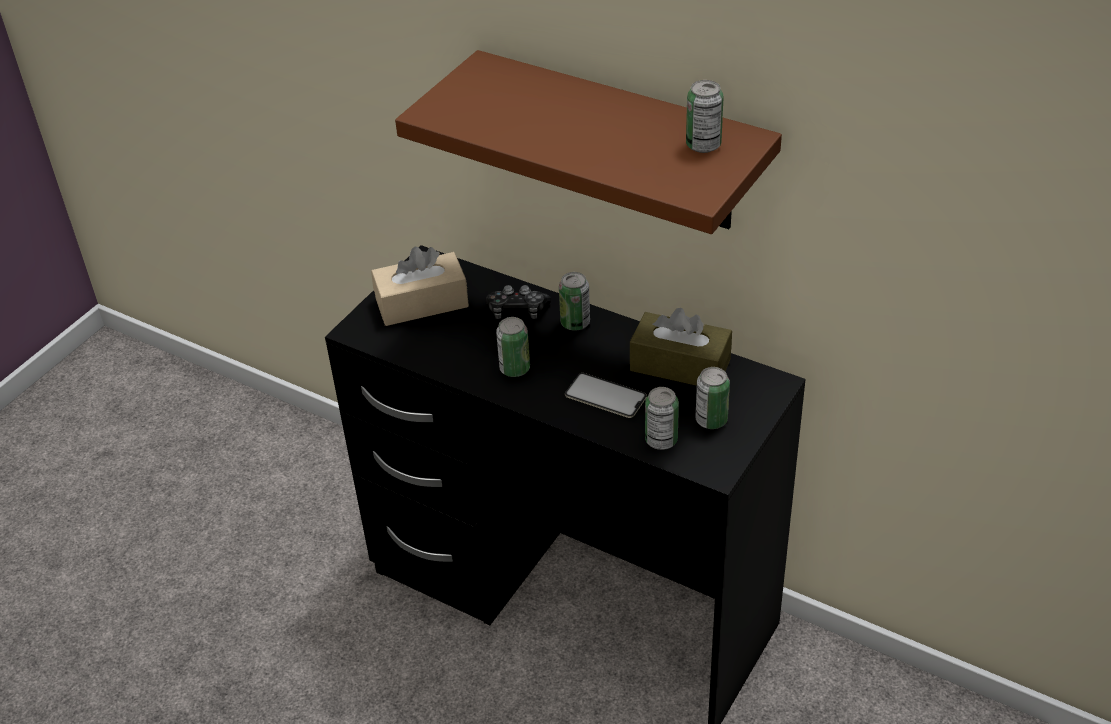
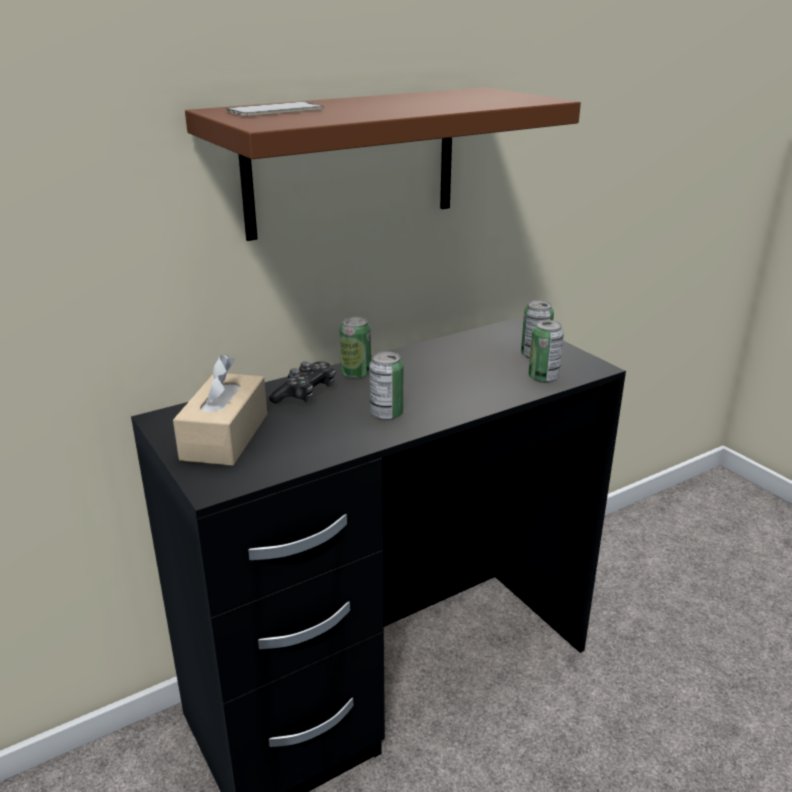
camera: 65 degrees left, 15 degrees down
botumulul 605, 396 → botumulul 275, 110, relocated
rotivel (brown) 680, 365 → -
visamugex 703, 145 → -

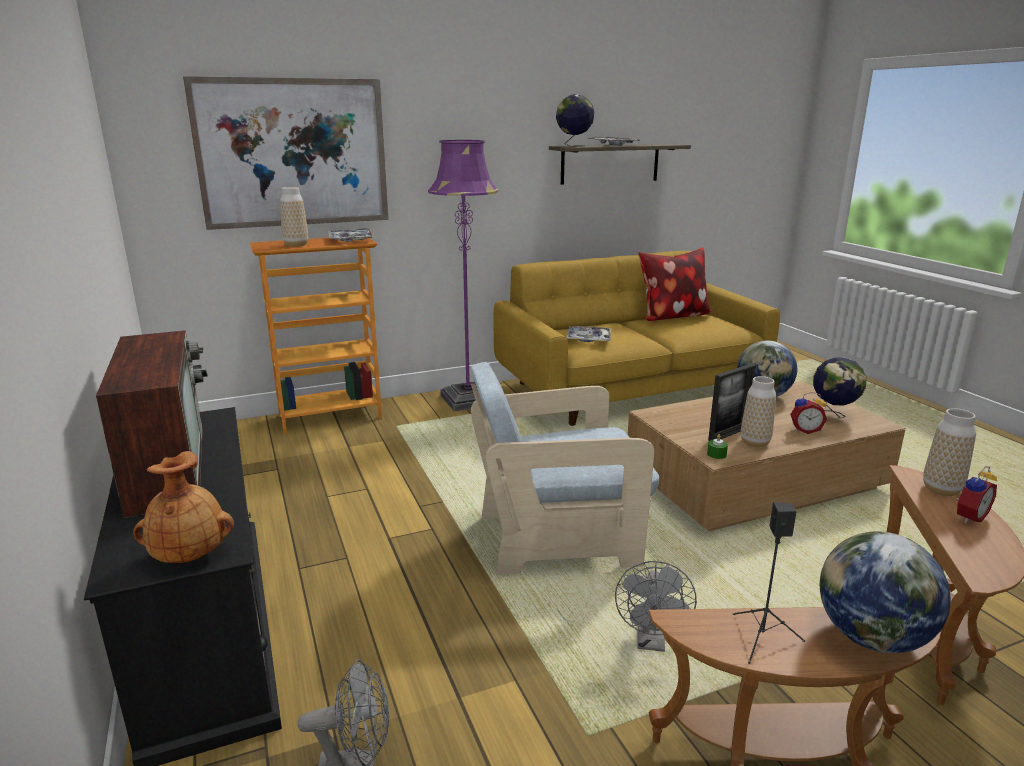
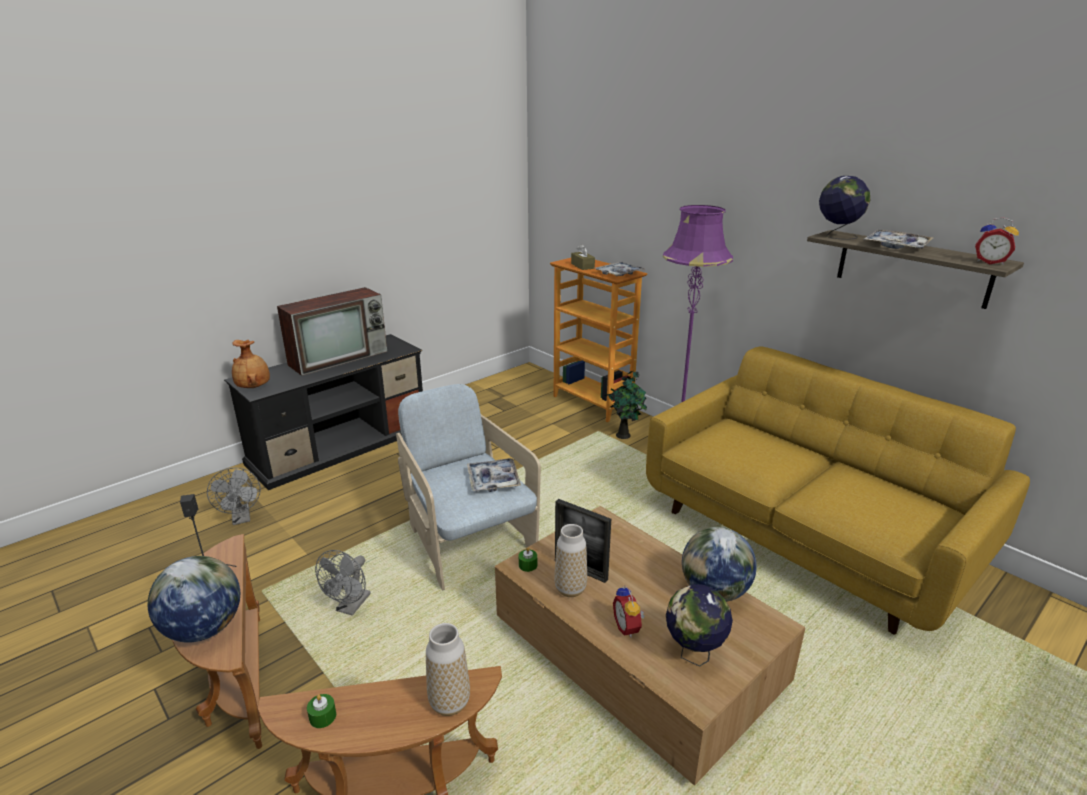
camera: 70 degrees right, 5 degrees up
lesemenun 293, 153 → -
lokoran 296, 245 → rotivel (brown) 582, 266
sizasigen 588, 339 → sizasigen 493, 480, relocated
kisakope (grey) 651, 642 → kisakope (grey) 350, 607, 60 degrees counterclockwise
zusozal 672, 317 → -
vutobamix 968, 517 → vutobamix 990, 262, relocated
- → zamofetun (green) 322, 716
- → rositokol 624, 435

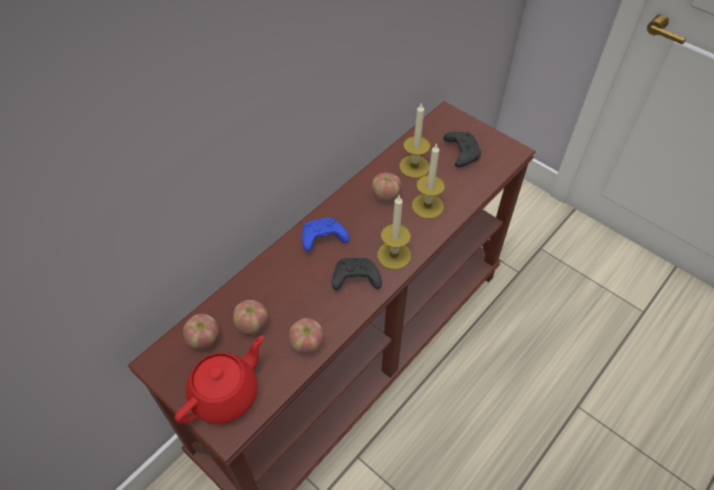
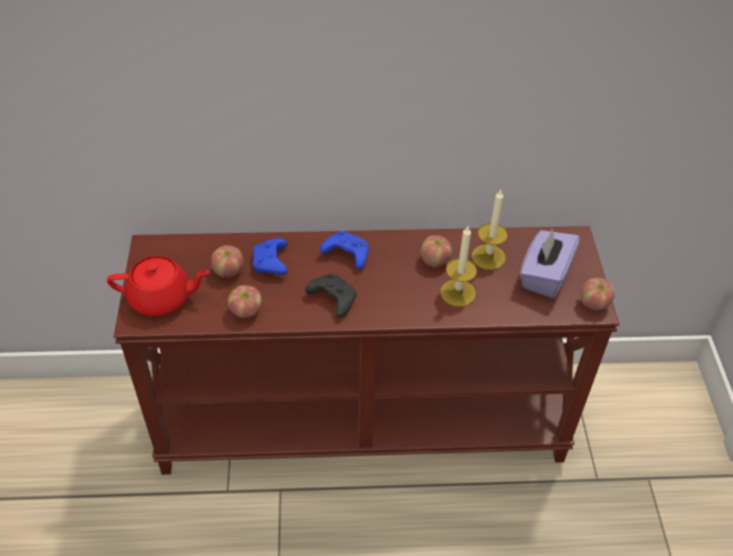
camera: 45 degrees right, 5 degrees down
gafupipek 204, 339 → gafupipek 594, 304, relocated
zamofetun 394, 255 → -
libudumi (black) 461, 153 → rotivel (purple) 544, 276
- → libudumi (blue) 271, 263

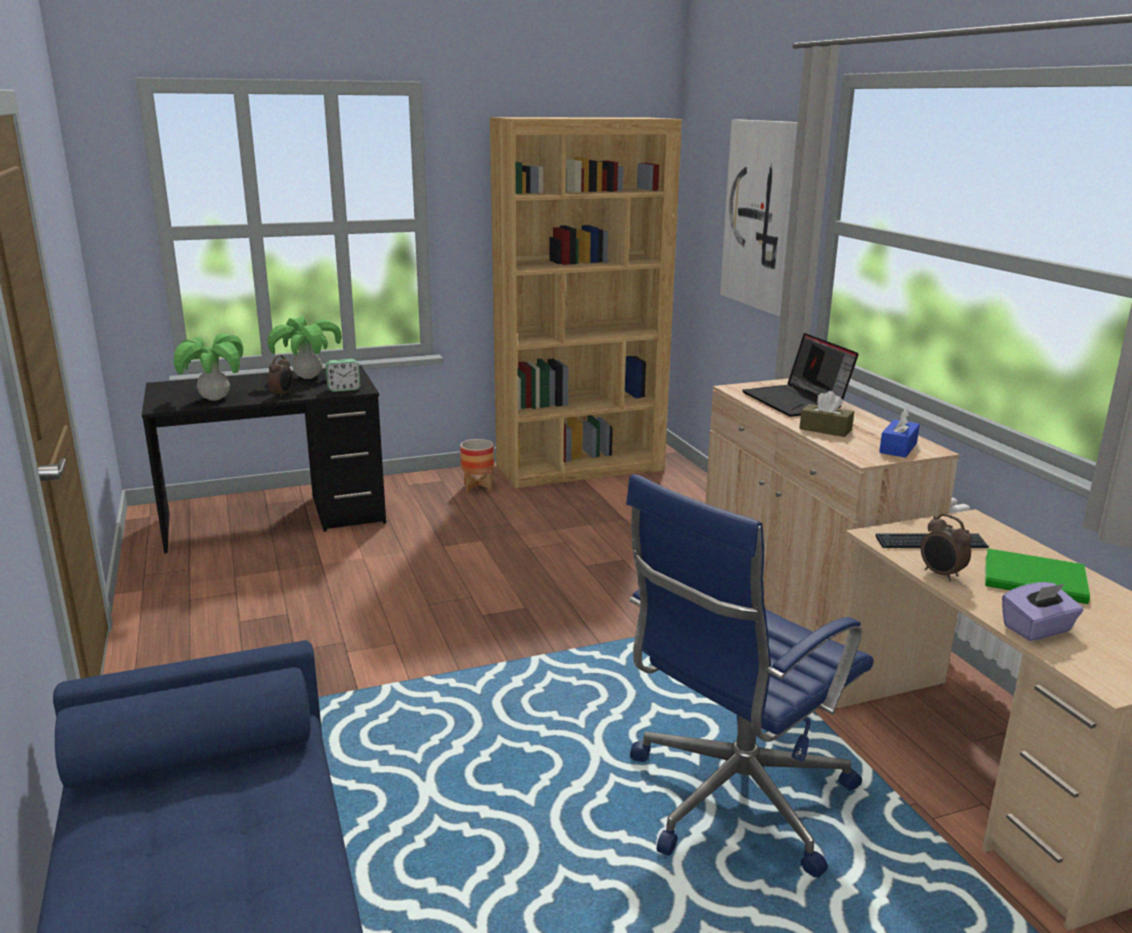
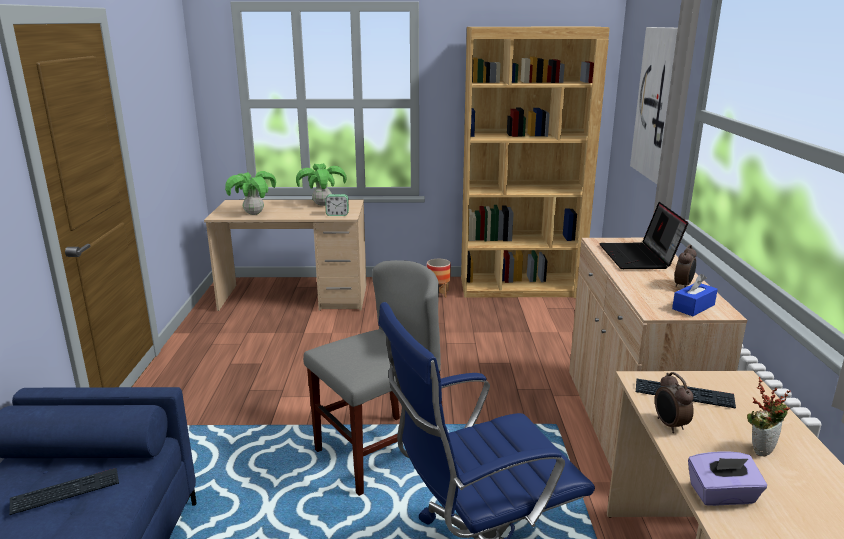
camera: 20 degrees right, 0 degrees up
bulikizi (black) 275, 519 → bulikizi (beige) 295, 298
vutobamix 282, 395 → vutobamix 683, 285, relocated
rotivel (brown) 825, 429 → -
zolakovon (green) 1037, 581 → rositokol 760, 448
- → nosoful 66, 492
- → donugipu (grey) 379, 453

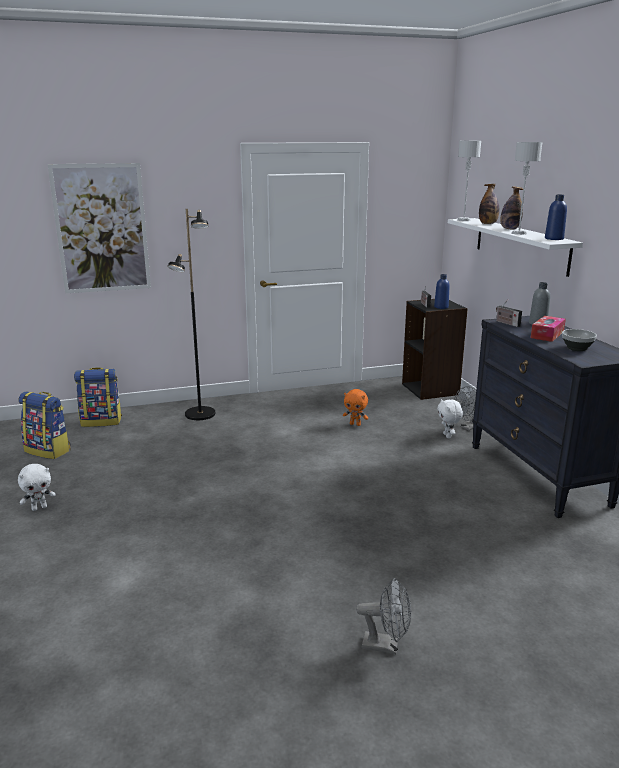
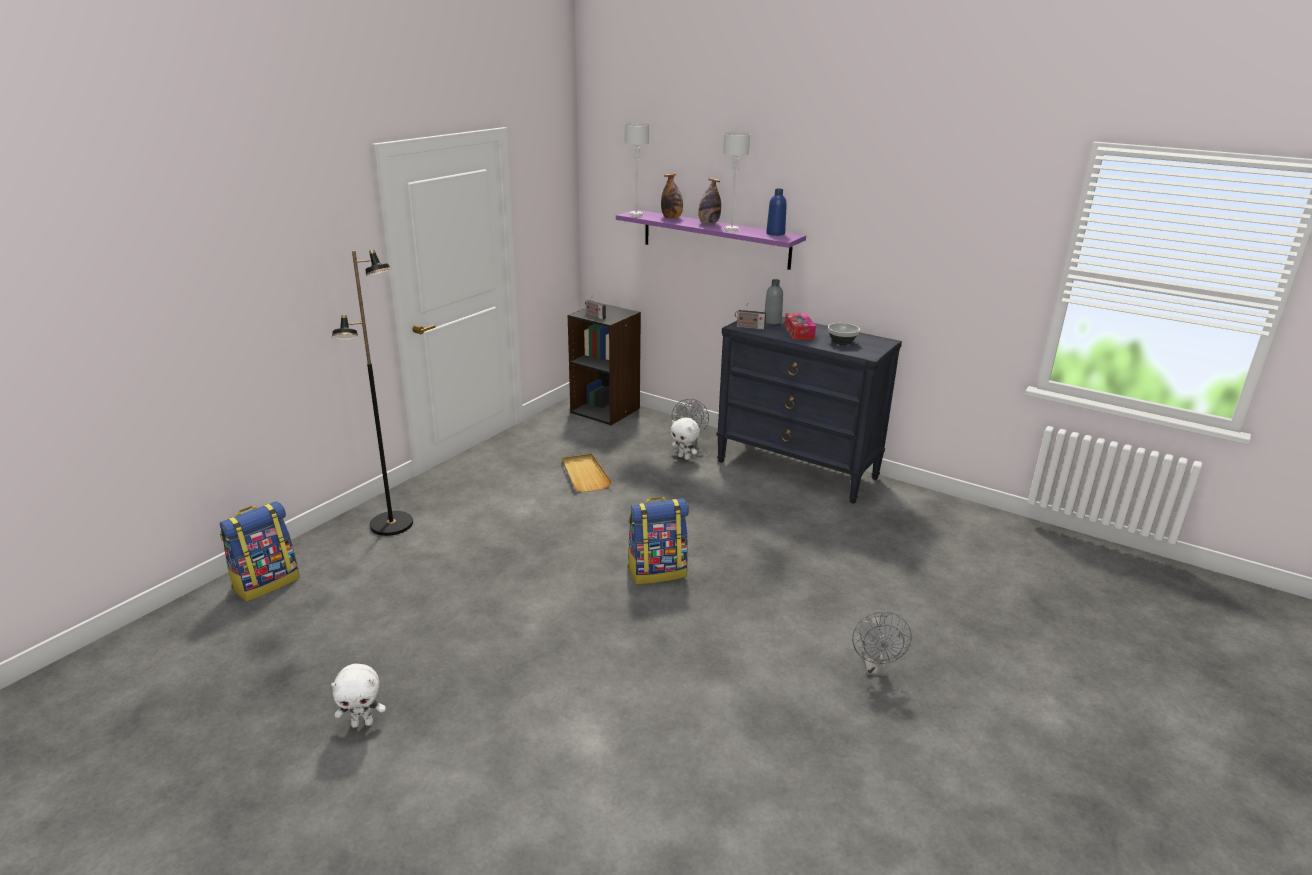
camera: 40 degrees left, 5 degrees up
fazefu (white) 39, 508 → fazefu (white) 363, 723, 60 degrees clockwise
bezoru 48, 451 → bezoru 657, 571, relocated
lesemenun 101, 229 → -
fazefu (orange) 355, 424 → sizasigen (beige) 585, 475
kisakope (grey) 386, 645 → kisakope (grey) 875, 669, 120 degrees clockwise
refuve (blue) 441, 307 → -
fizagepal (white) 520, 245 → fizagepal (purple) 715, 239

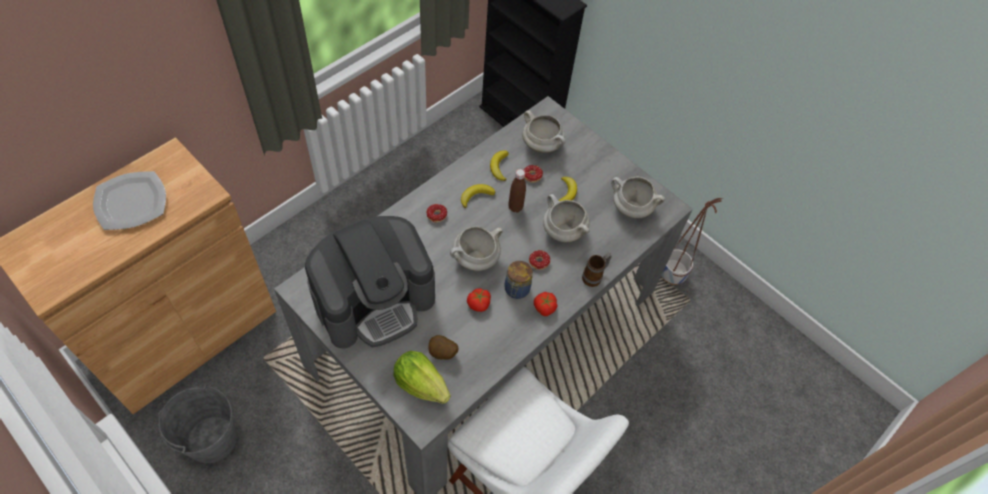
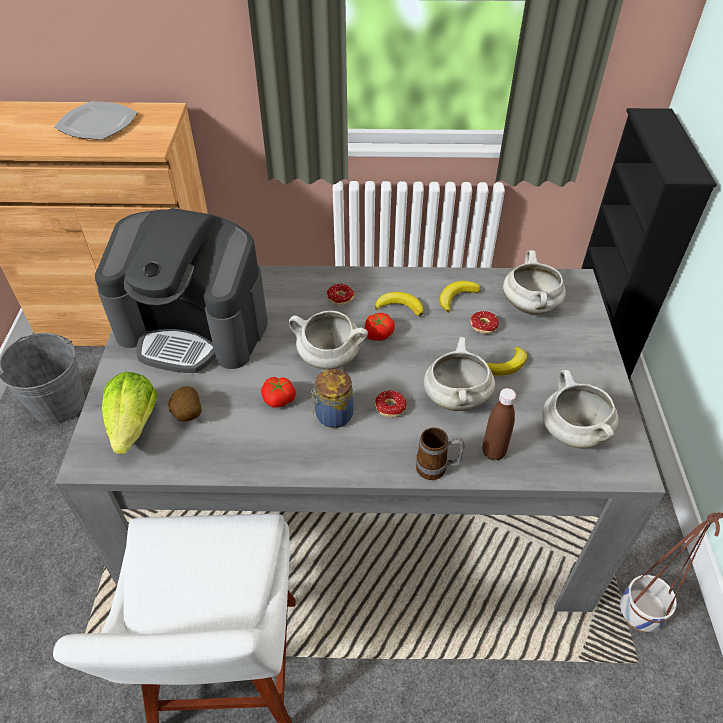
camera: 50 degrees right, 10 degrees down
refuve (brown) 515, 207 → refuve (brown) 493, 452, relocated
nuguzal 544, 307 → nuguzal 378, 334, relocated

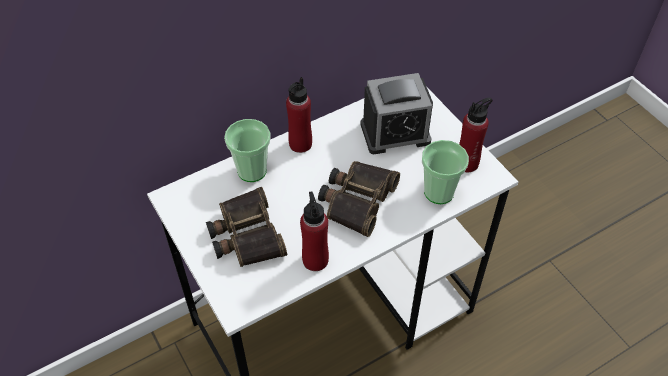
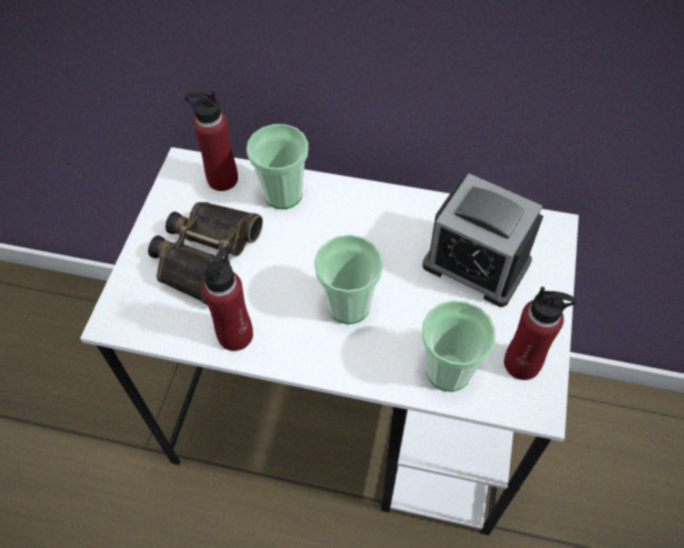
camera: 45 degrees right, 5 degrees up
refuve (red) 300, 144 → refuve (red) 222, 179, relocated
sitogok 356, 200 → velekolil 349, 305

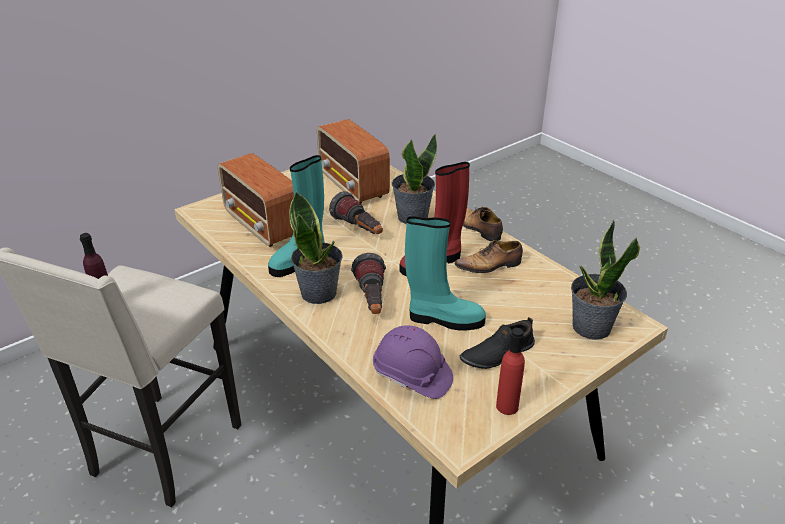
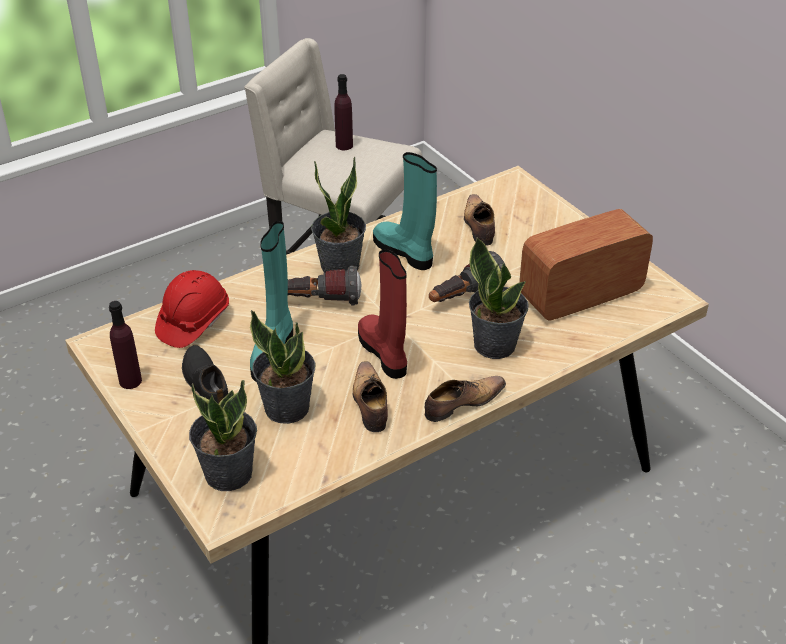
camera: 95 degrees right, 5 degrees up
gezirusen 263, 225 → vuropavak 478, 225
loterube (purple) 412, 376 → loterube (red) 193, 322
refuve (red) 507, 406 → refuve (purple) 130, 381
- → rositokol 287, 407

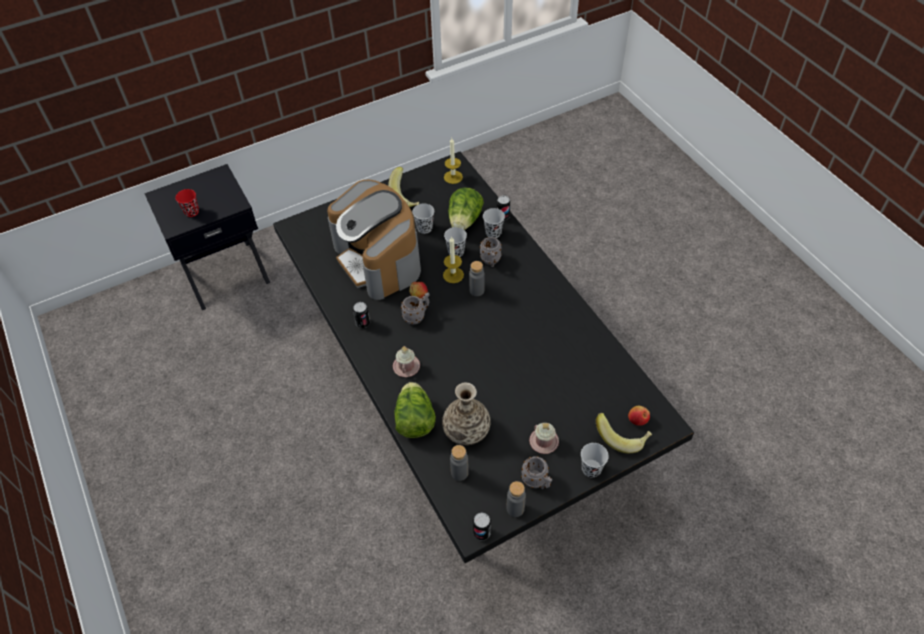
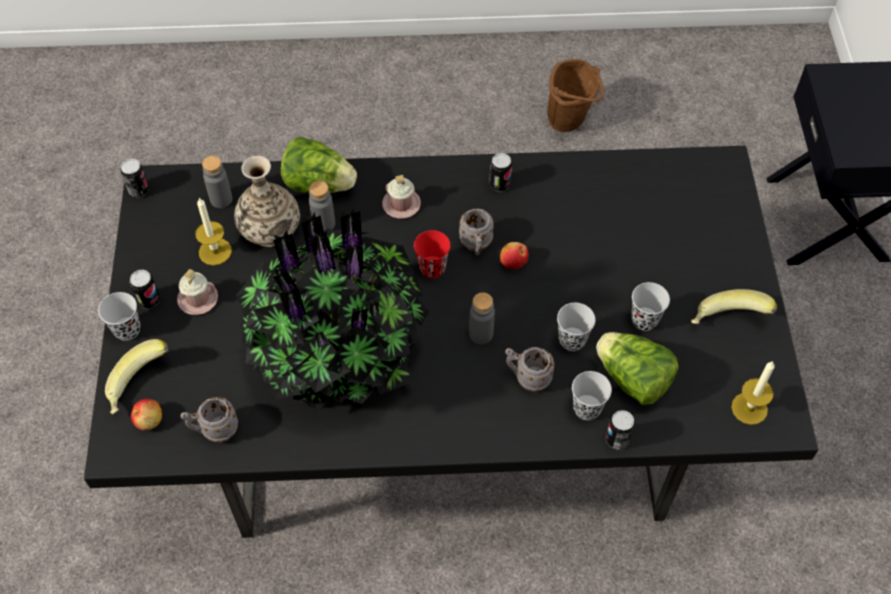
camera: 115 degrees right, 5 degrees up
velekolil (red) 192, 212 → velekolil (red) 432, 268, relocated
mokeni 379, 260 → -
zamofetun 453, 275 → zamofetun 215, 251, relocated
refuve (grey) 515, 508 → refuve (grey) 324, 224, relocated
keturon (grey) 537, 482 → keturon (grey) 214, 430, relocated
- → visamugex 149, 300
- → rositokol 339, 355
- → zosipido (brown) 570, 123

